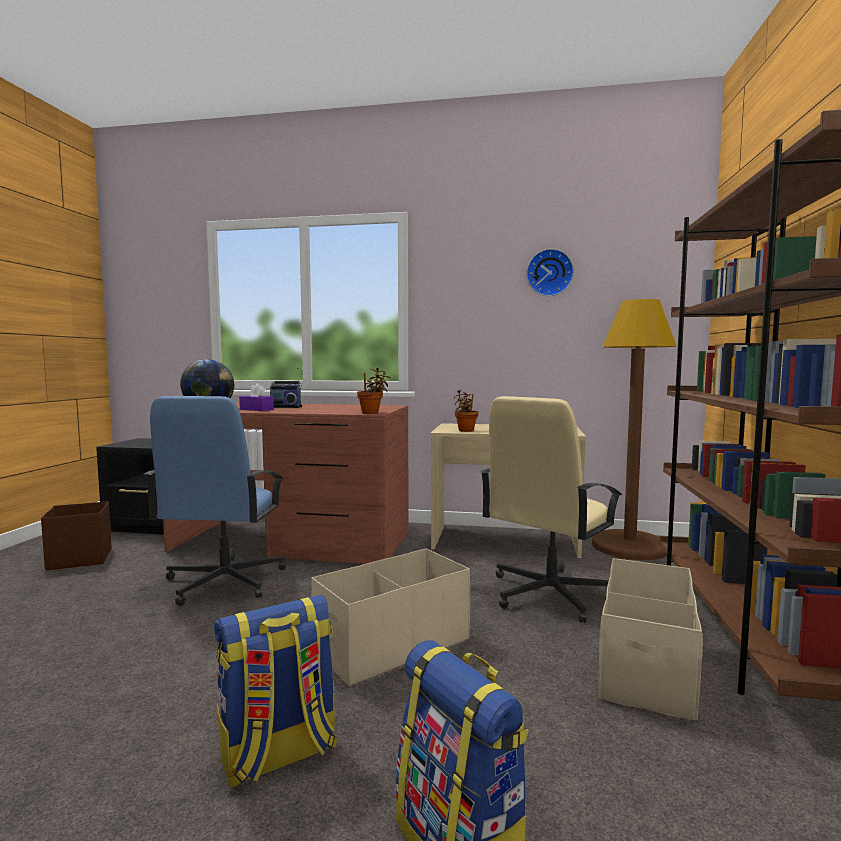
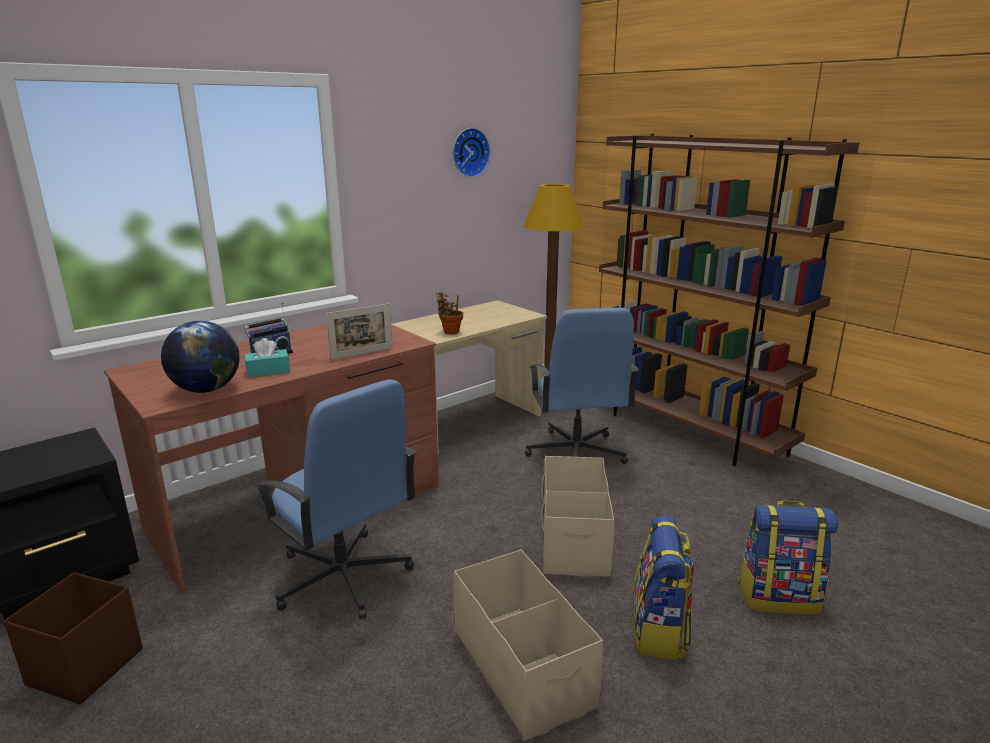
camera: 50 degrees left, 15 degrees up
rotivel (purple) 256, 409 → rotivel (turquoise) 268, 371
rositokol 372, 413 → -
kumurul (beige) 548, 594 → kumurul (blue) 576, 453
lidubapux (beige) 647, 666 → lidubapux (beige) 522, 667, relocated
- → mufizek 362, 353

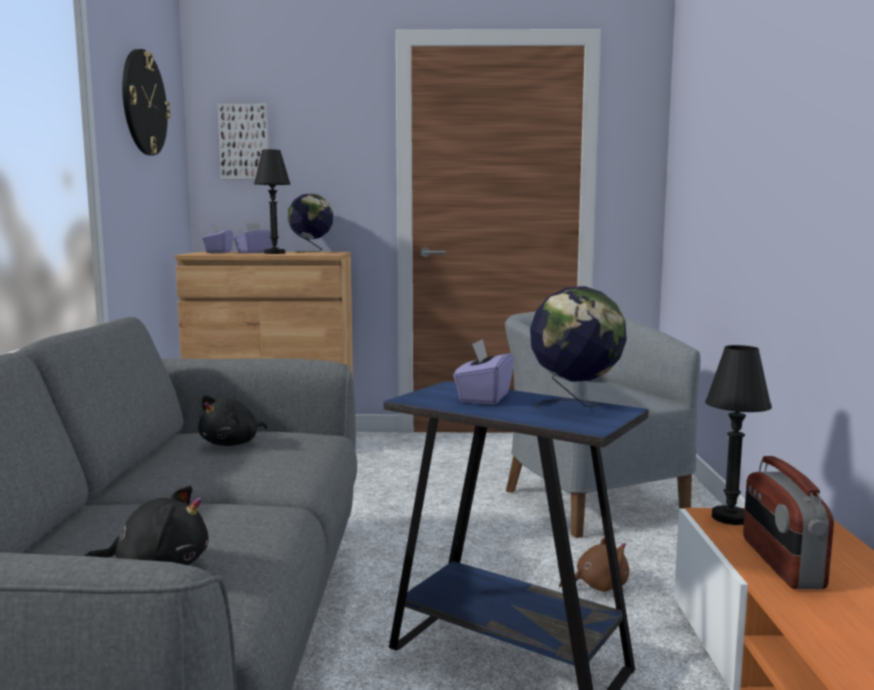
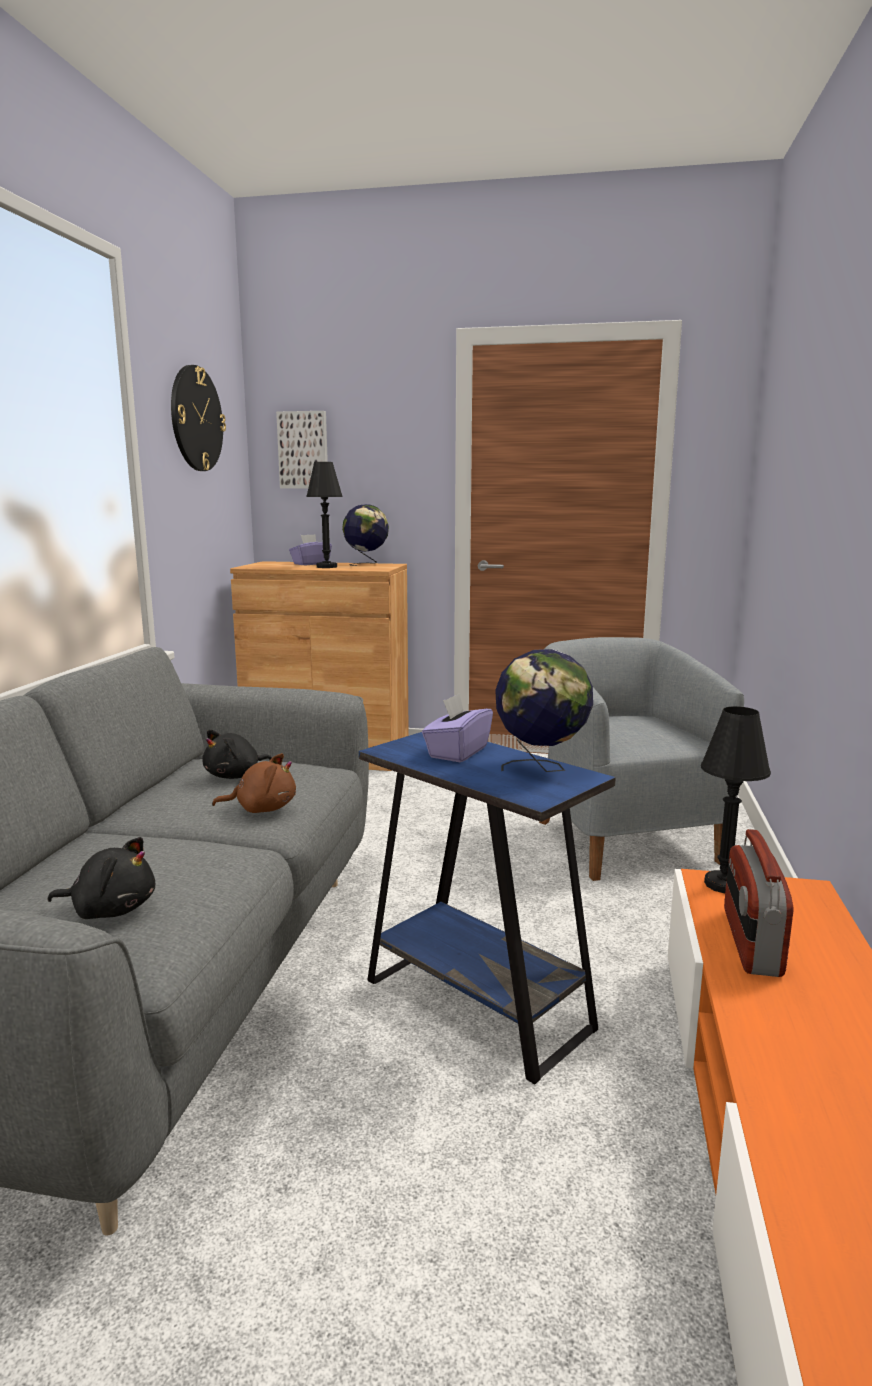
camera: 10 degrees right, 5 degrees up
rotivel (purple) 218, 252 → -
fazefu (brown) 598, 586 → fazefu (brown) 262, 809, relocated

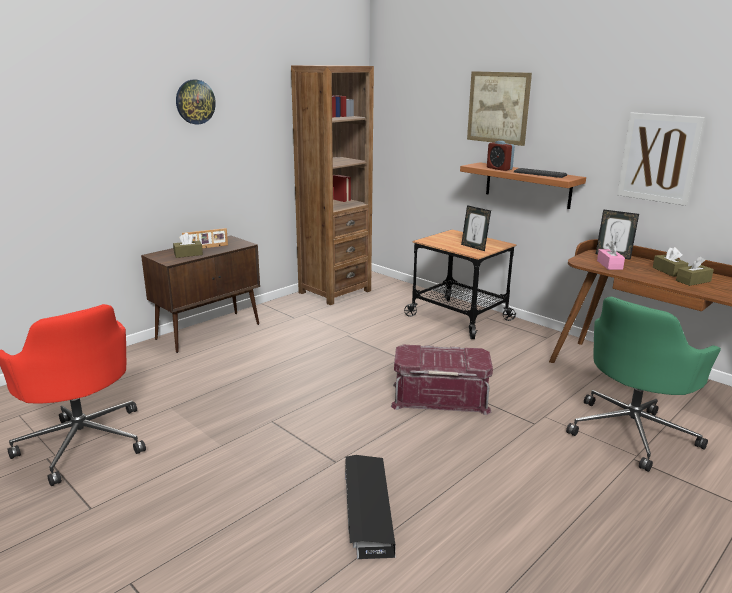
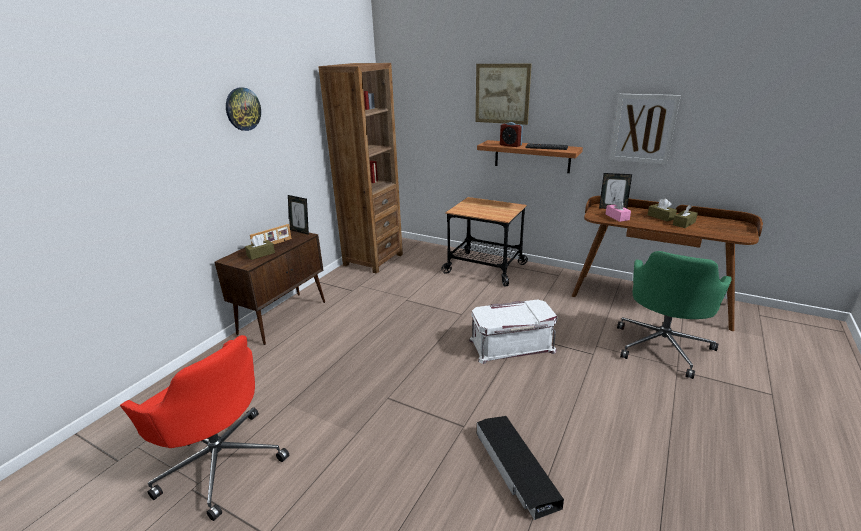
camera: 15 degrees left, 5 degrees up
lidubapux (red) 440, 397 → lidubapux (white) 511, 344
mufizek 474, 247 → mufizek 300, 231, relocated

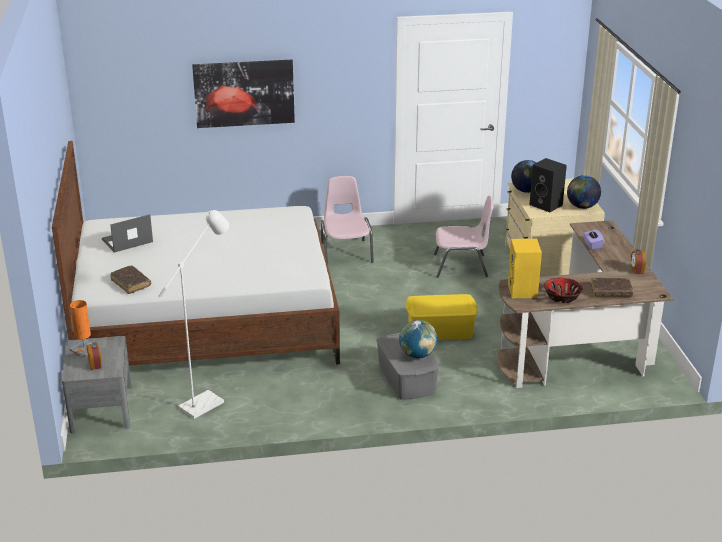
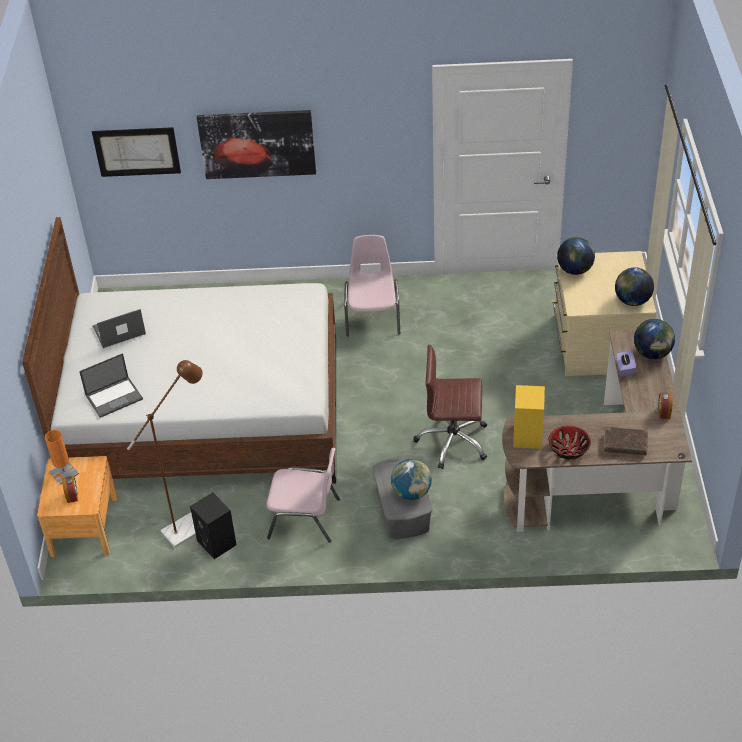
camera: 10 degrees right, 15 degrees up
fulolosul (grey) 101, 408 → fulolosul (brown) 84, 526
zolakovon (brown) 131, 283 → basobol 114, 397
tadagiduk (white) 207, 401 → tadagiduk (brown) 191, 525
lidubapux (yellow) 440, 330 → kumurul (brown) 453, 441
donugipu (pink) 461, 266 → donugipu (pink) 305, 518, relocated
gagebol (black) 547, 205 → gagebol (black) 218, 543, relocated
- → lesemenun 137, 151
- → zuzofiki 652, 353

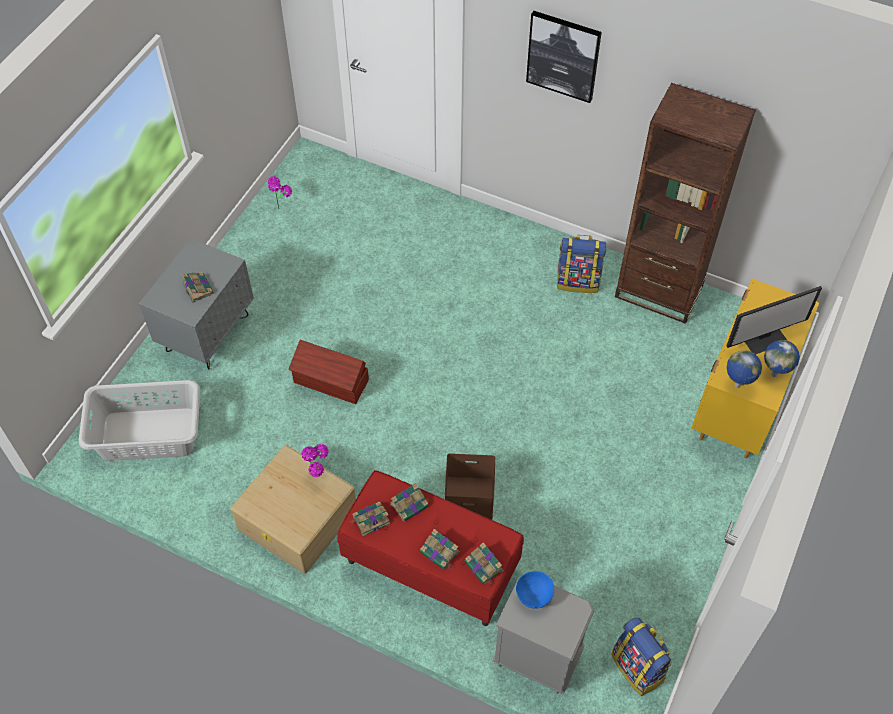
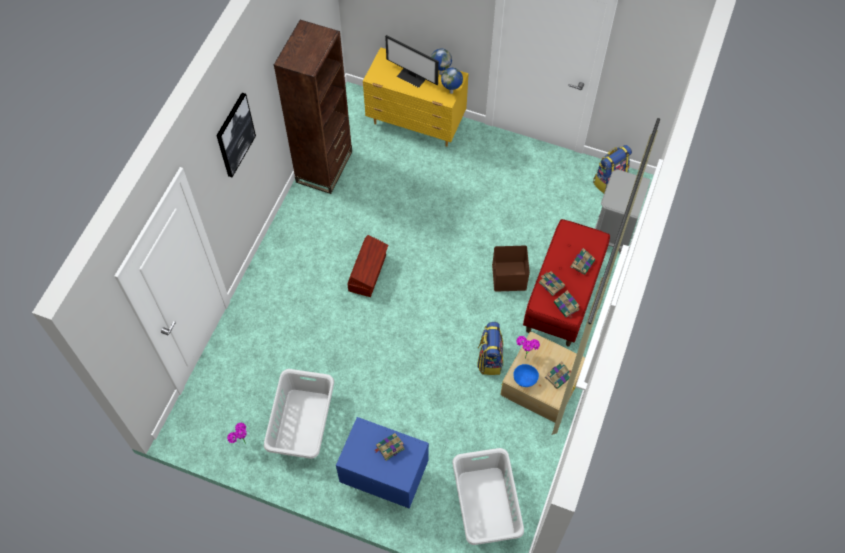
camera: 95 degrees left, 5 degrees up
fulolosul (grey) 208, 333 → fulolosul (blue) 384, 478
lidubapux (brown) 331, 382 → lidubapux (brown) 368, 273, relocated
zolakovon 484, 567 → zolakovon 558, 376, relocated
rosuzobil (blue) 533, 596 → rosuzobil (blue) 525, 380, relocated
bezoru 578, 281 → bezoru 489, 359, relocated
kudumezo 764, 338 → kudumezo 412, 76, 150 degrees clockwise
- → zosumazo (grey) 302, 424

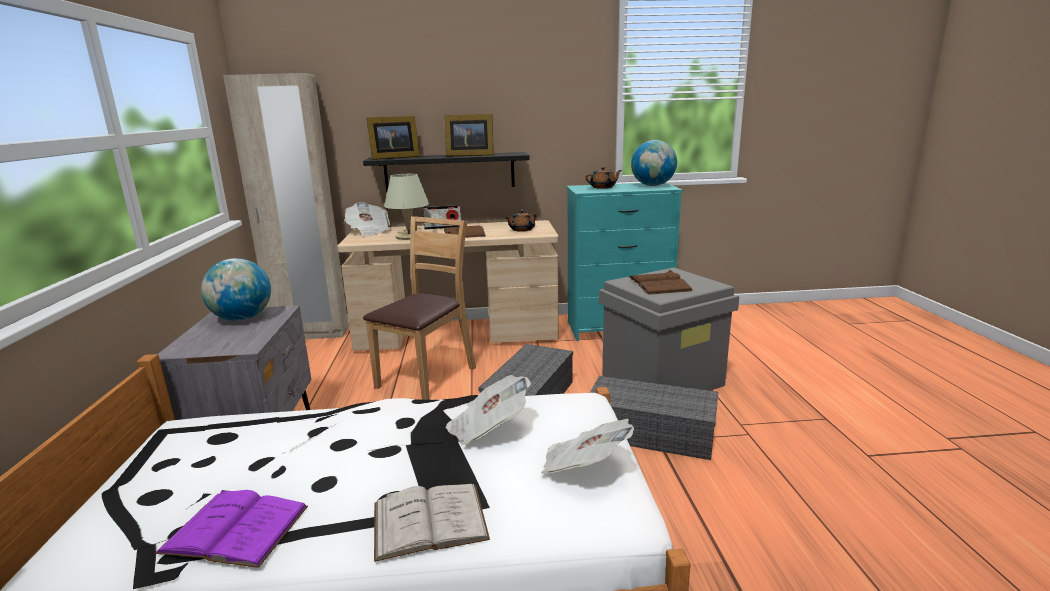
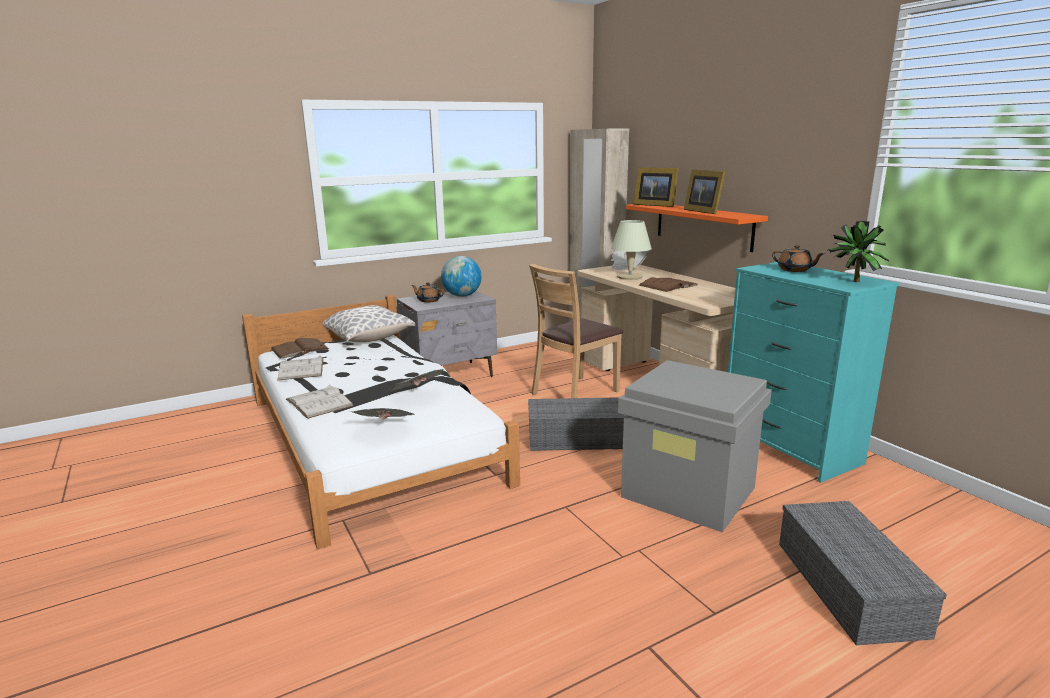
camera: 65 degrees right, 0 degrees up
zolakovon (purple) 235, 529 → zolakovon (white) 301, 369
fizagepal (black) 449, 172 → fizagepal (orange) 703, 226
donugipu (brown) 426, 376 → donugipu (brown) 575, 393, 135 degrees clockwise
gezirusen 443, 227 → -
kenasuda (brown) 521, 230 → kenasuda (brown) 428, 300, relocated
lidubapux (grey) 652, 432 → lidubapux (grey) 851, 588, relocated
zolakovon (brown) 659, 284 → zolakovon (brown) 299, 349, relocated
zuzofiki 653, 185 → rositokol 851, 281
- → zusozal 368, 338

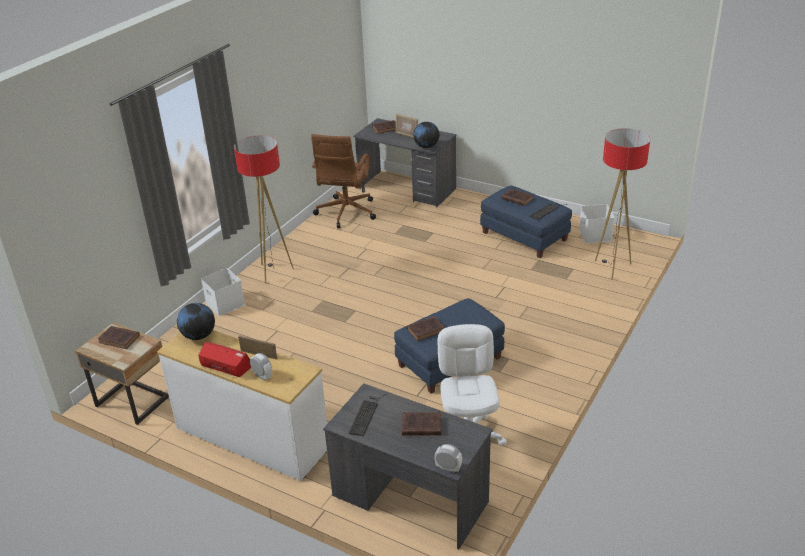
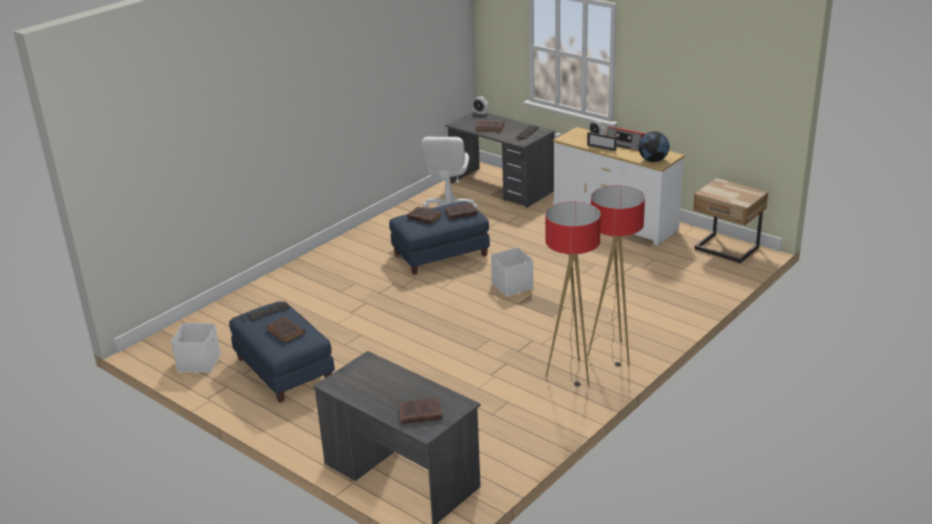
camera: 170 degrees left, 5 degrees down
zolakovon (brown) 120, 339 → zolakovon (brown) 423, 217, relocated
lidubapux (white) 224, 303 → lidubapux (white) 513, 285, relocated
kumurul (brown) 345, 213 → -
mufizek 407, 135 → -
zuzofiki 426, 146 → -
tadagiduk 612, 268 → tadagiduk 571, 374, relocated

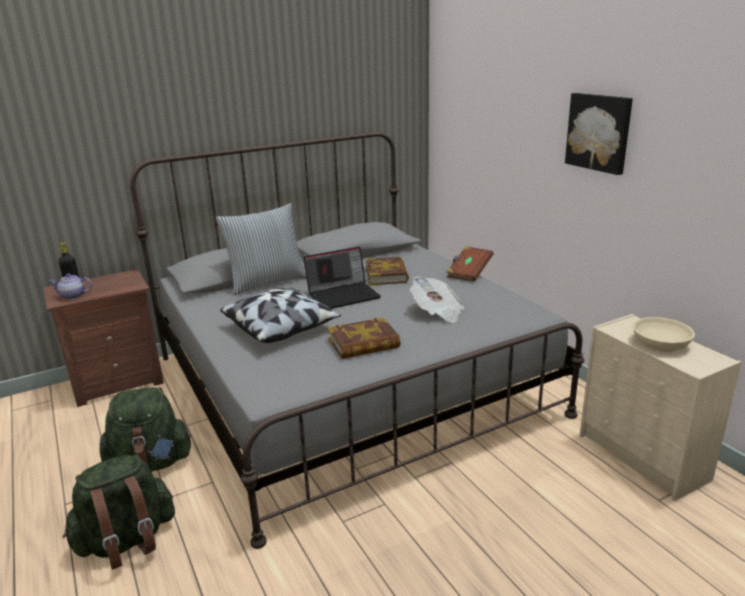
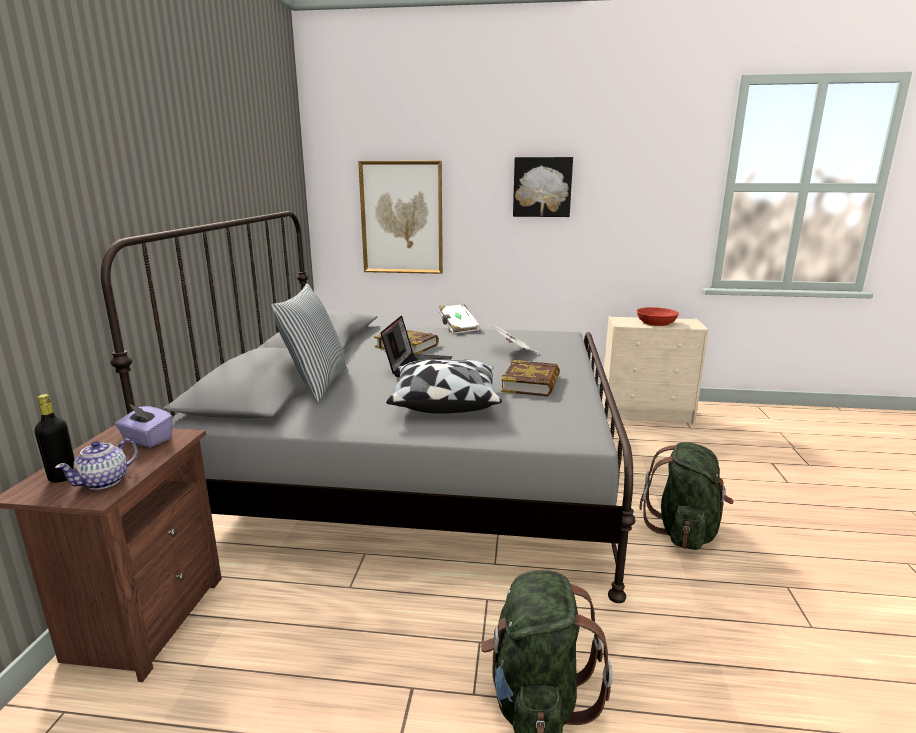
camera: 55 degrees left, 5 degrees down
bezoru (green) 151, 463 → bezoru (green) 684, 531, relocated
zolakovon (brown) 468, 272 → zolakovon (white) 458, 328
rosuzobil (beige) 660, 343 → rosuzobil (red) 656, 322
- → rotivel (purple) 147, 440
- → lesemenun 402, 218

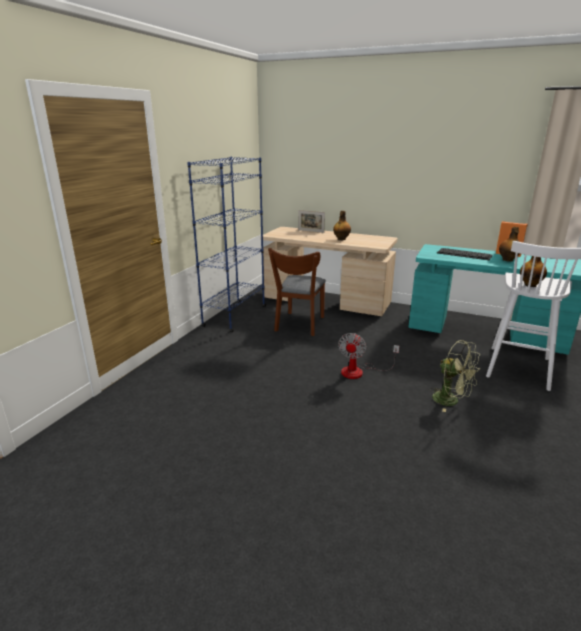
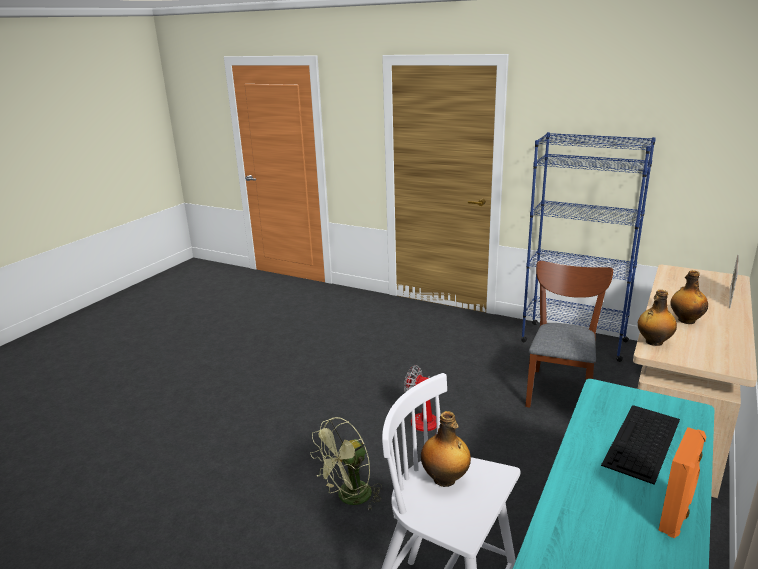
camera: 95 degrees right, 0 degrees up
donugipu (brown) 299, 325 → donugipu (brown) 560, 388, 90 degrees clockwise
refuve 508, 260 → refuve 653, 342, relocated

